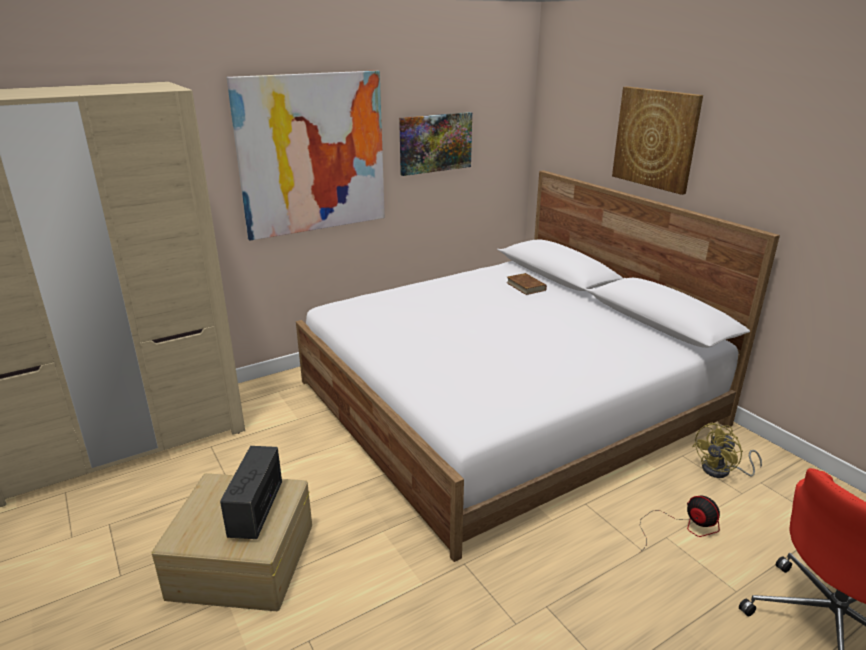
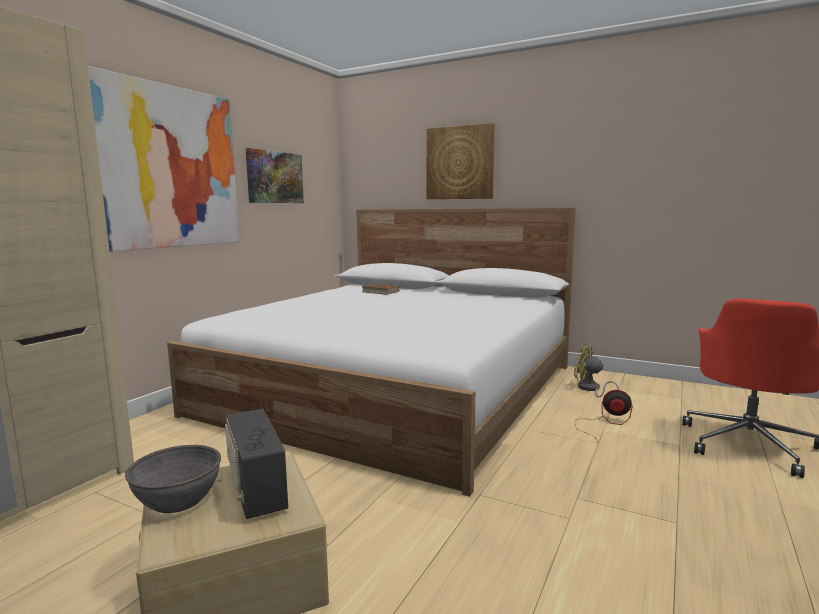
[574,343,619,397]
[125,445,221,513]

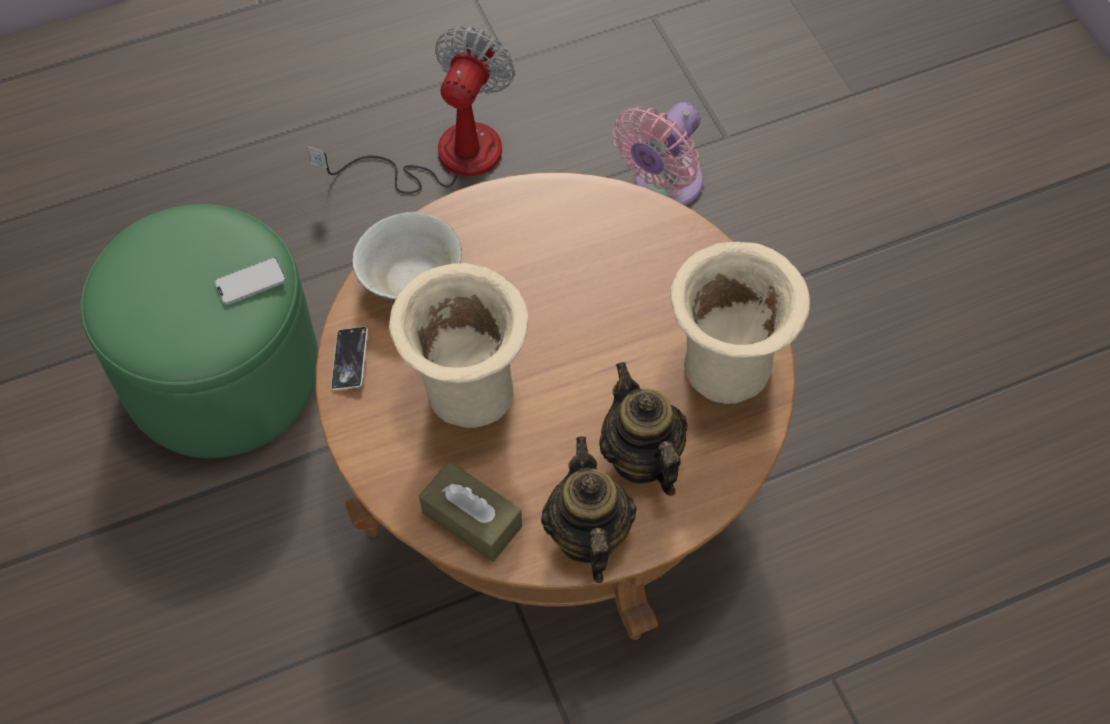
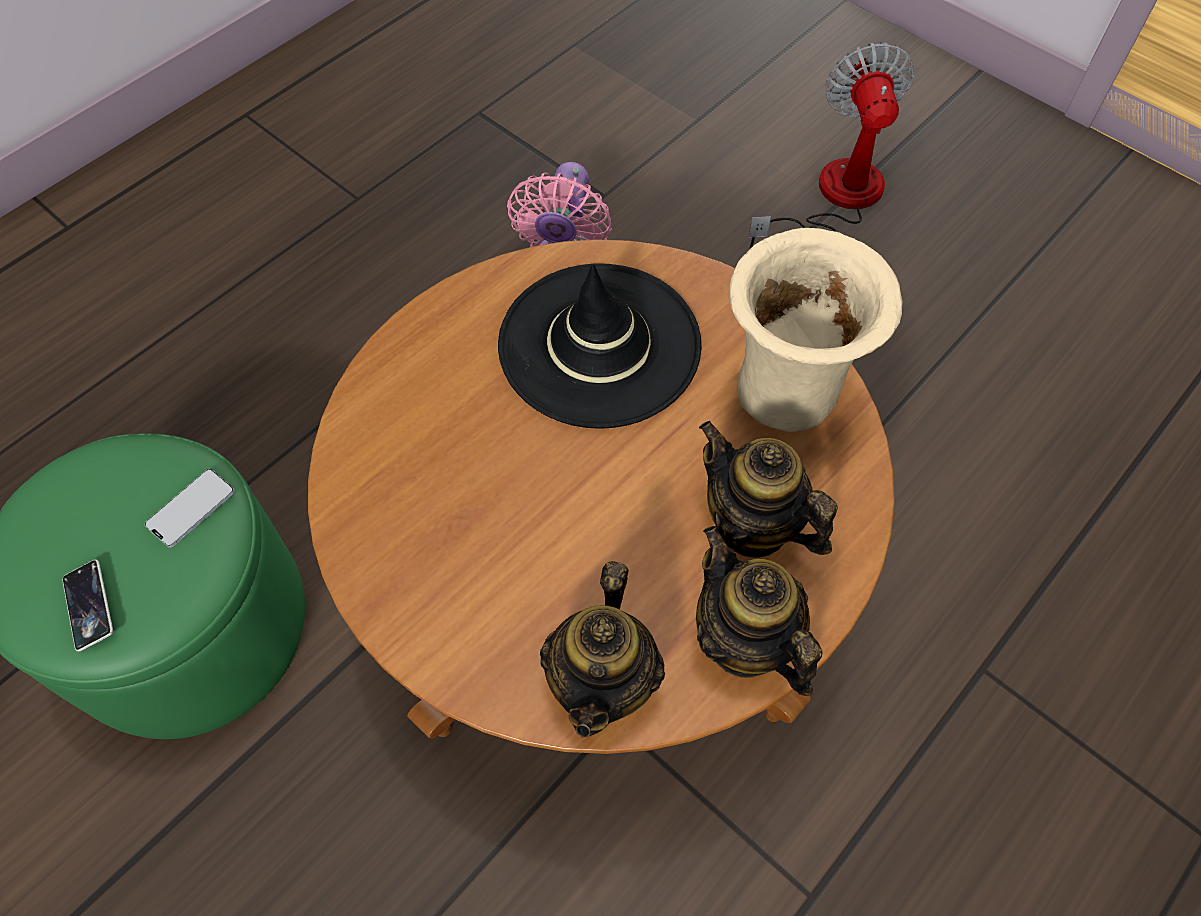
[749,43,914,249]
[352,212,462,302] (first image)
[389,263,528,428] (first image)
[62,560,113,652]
[540,561,665,738]
[498,263,701,429]

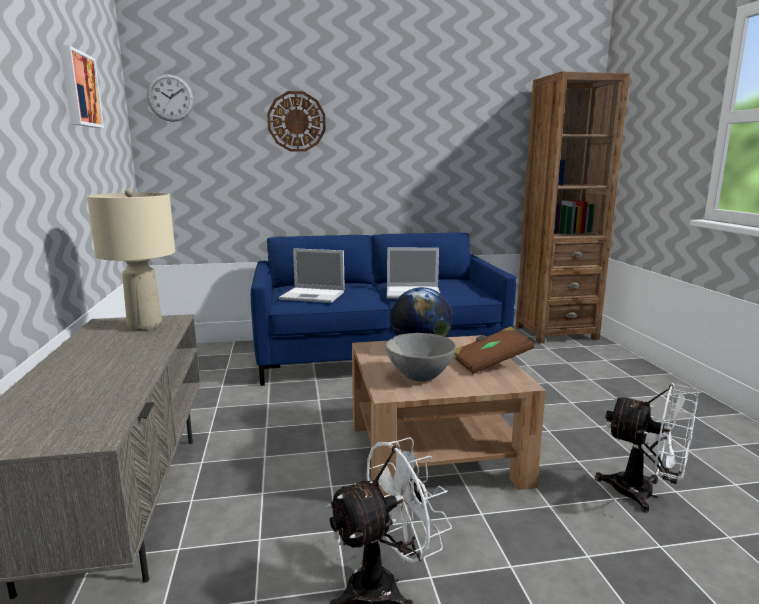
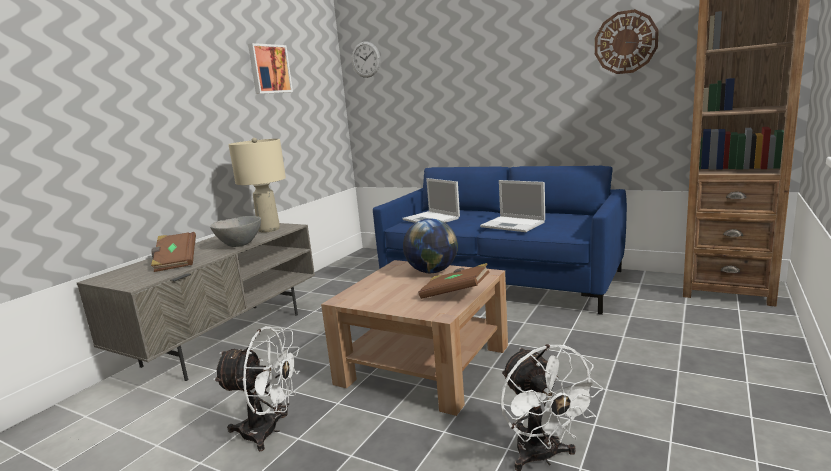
[595,9,659,74]
[210,216,261,247]
[151,232,196,272]

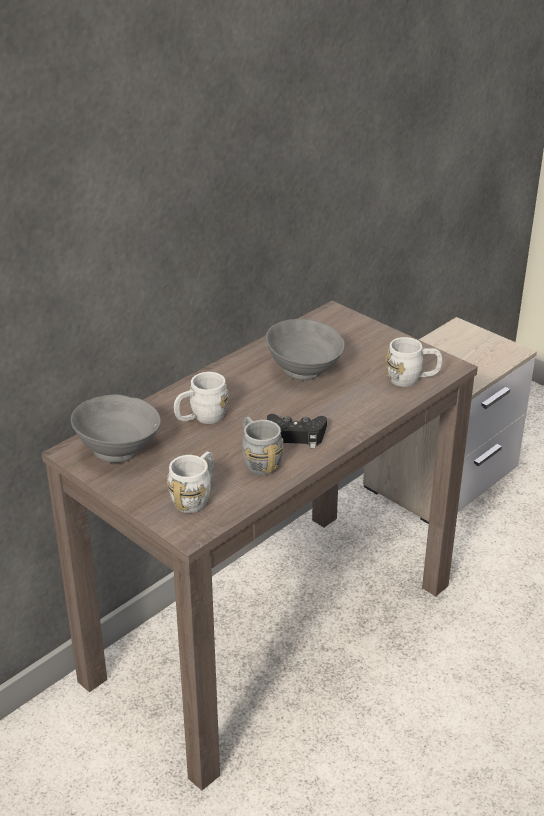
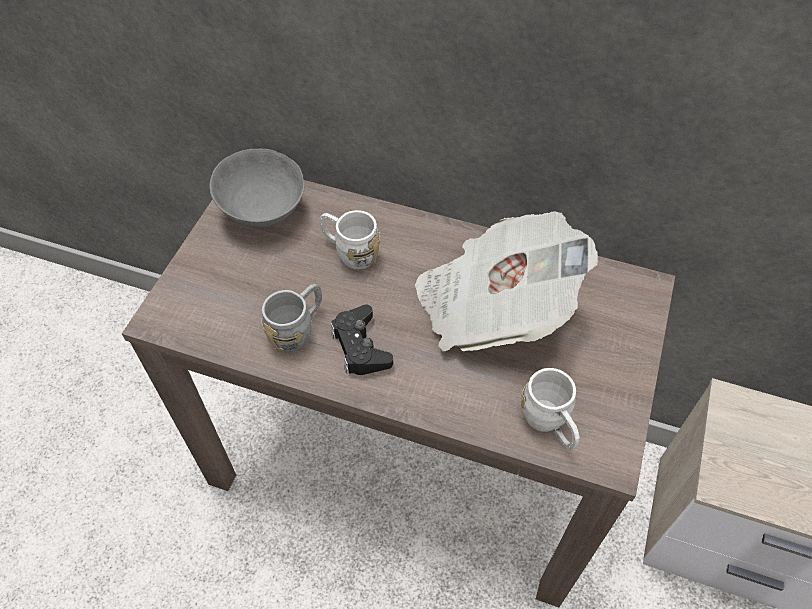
[415,211,598,351]
[167,452,214,513] (first image)

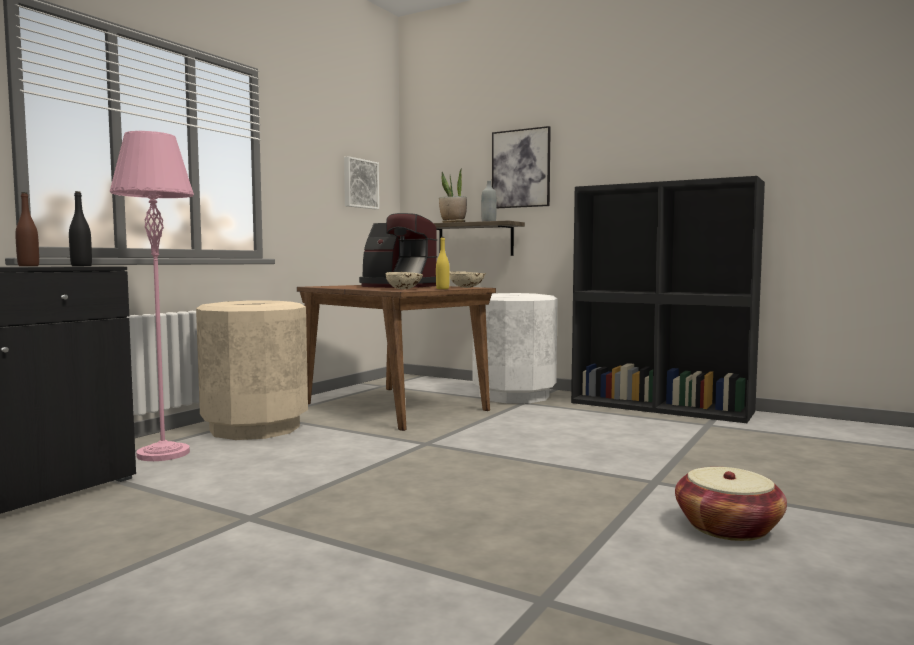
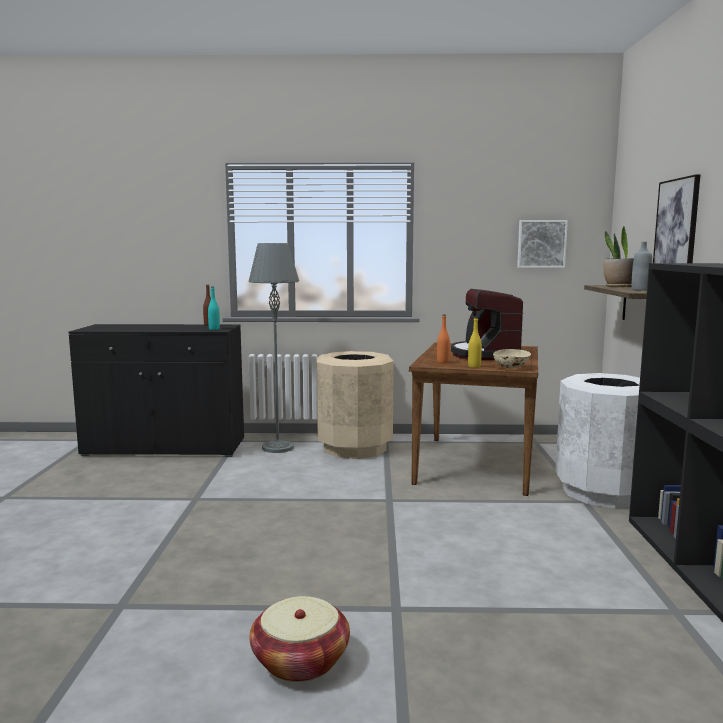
[249,243,299,453]
[208,287,220,330]
[437,315,450,363]

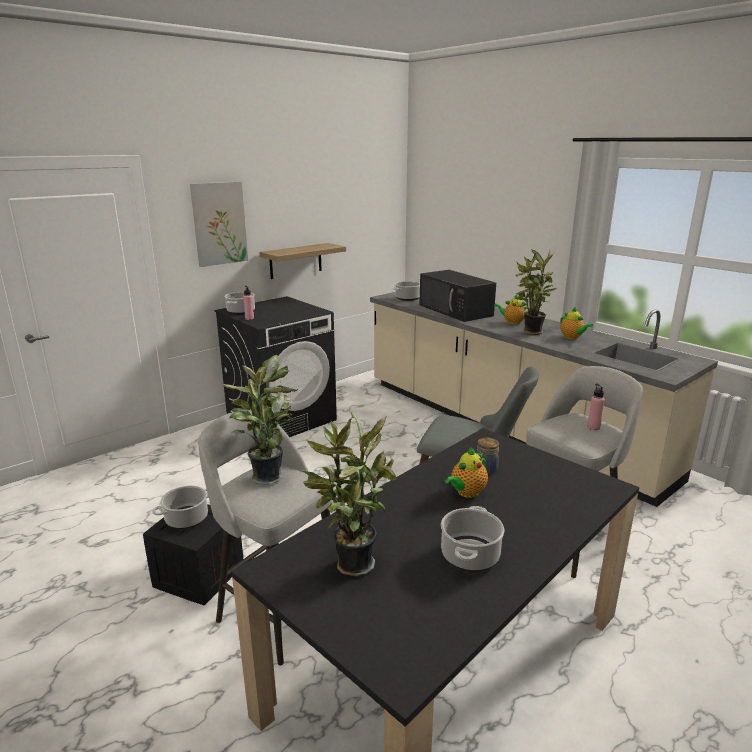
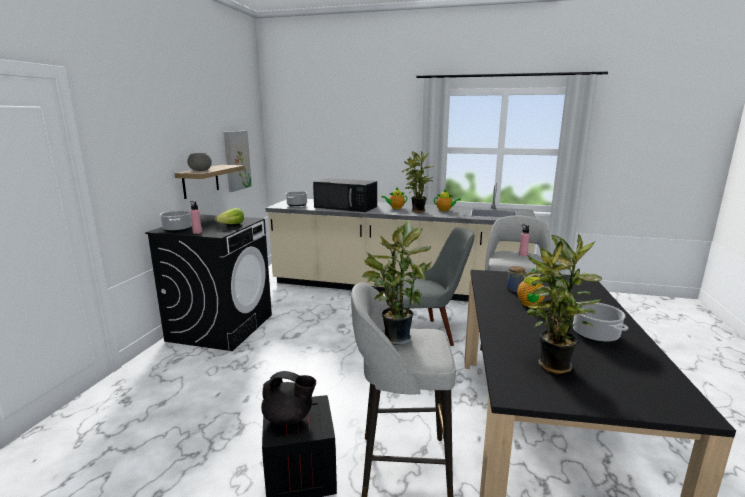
[224,131,252,192]
[261,371,316,425]
[187,153,212,171]
[215,208,244,224]

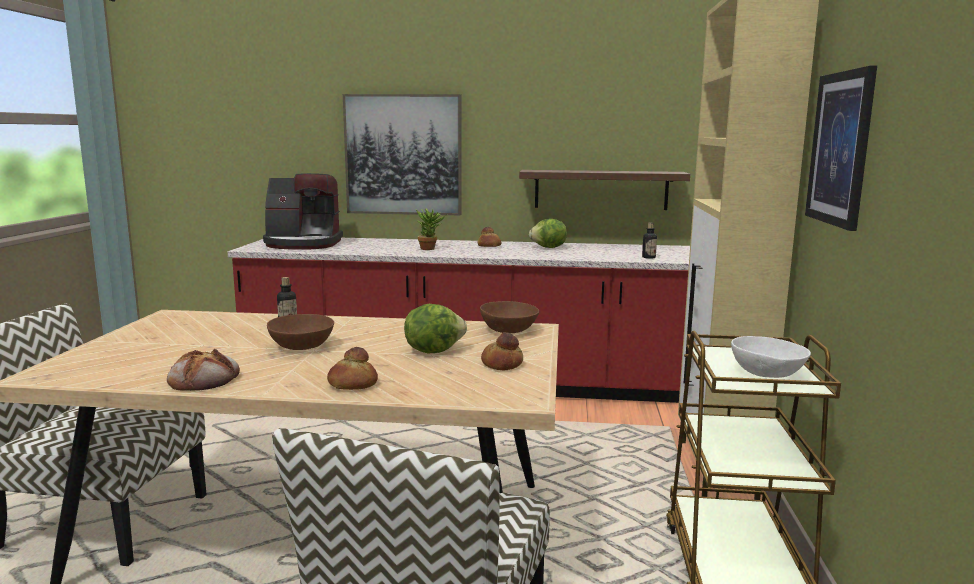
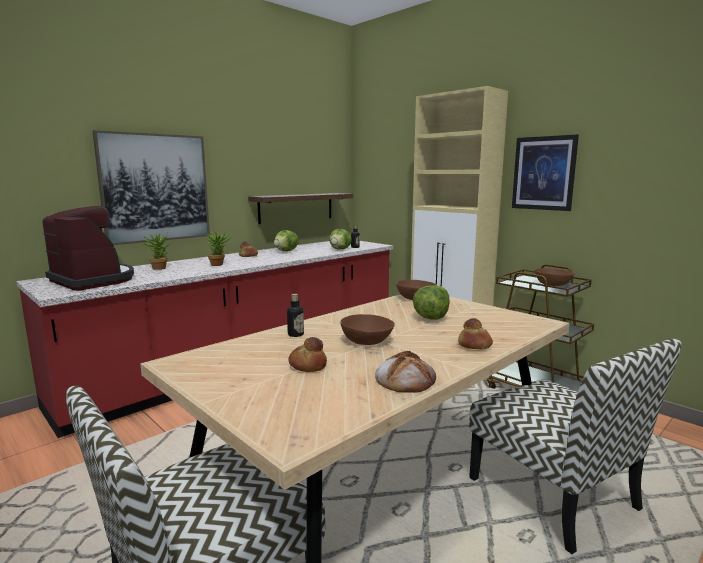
[43,206,134,291]
[288,337,327,372]
[535,268,574,286]
[330,229,352,249]
[143,233,170,270]

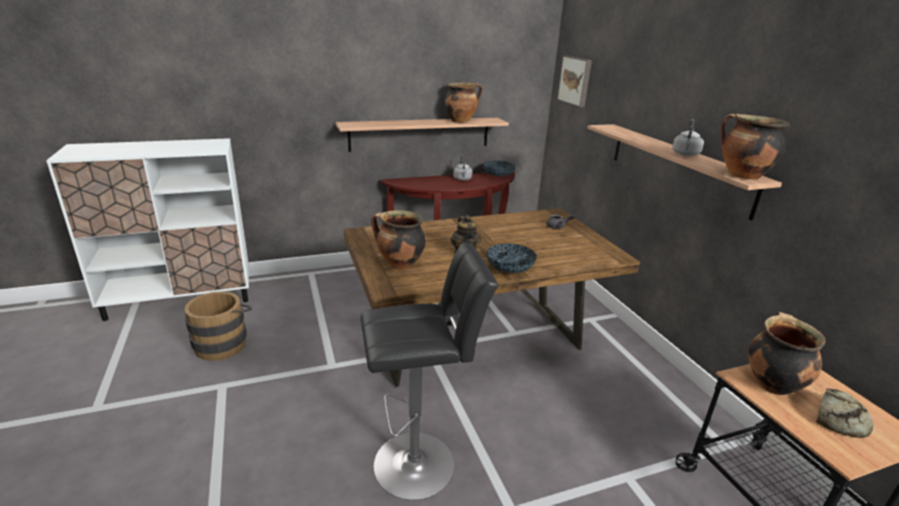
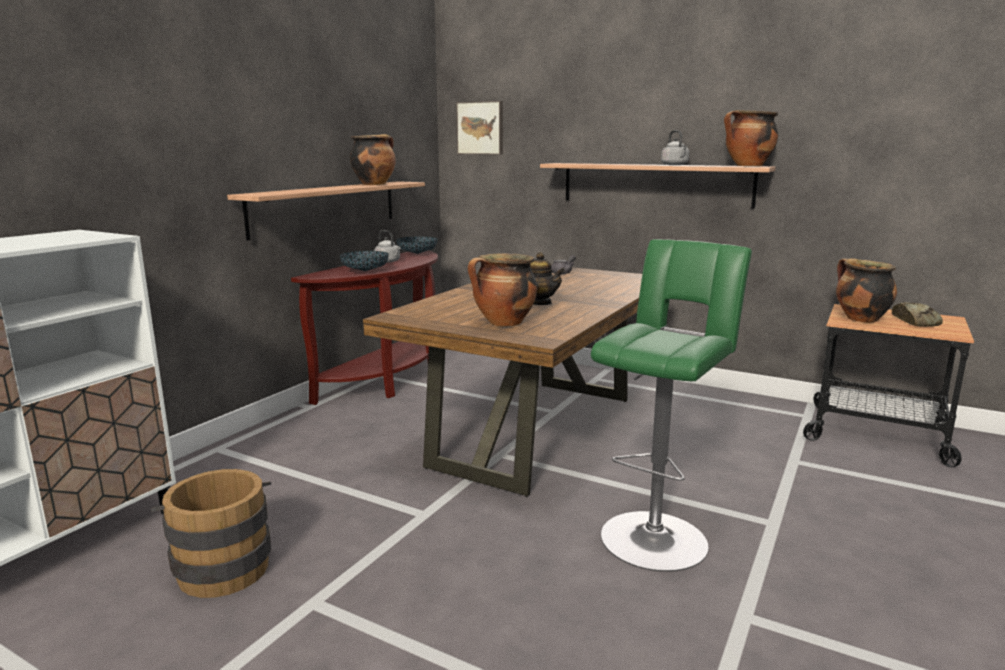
[591,239,752,572]
[340,251,389,271]

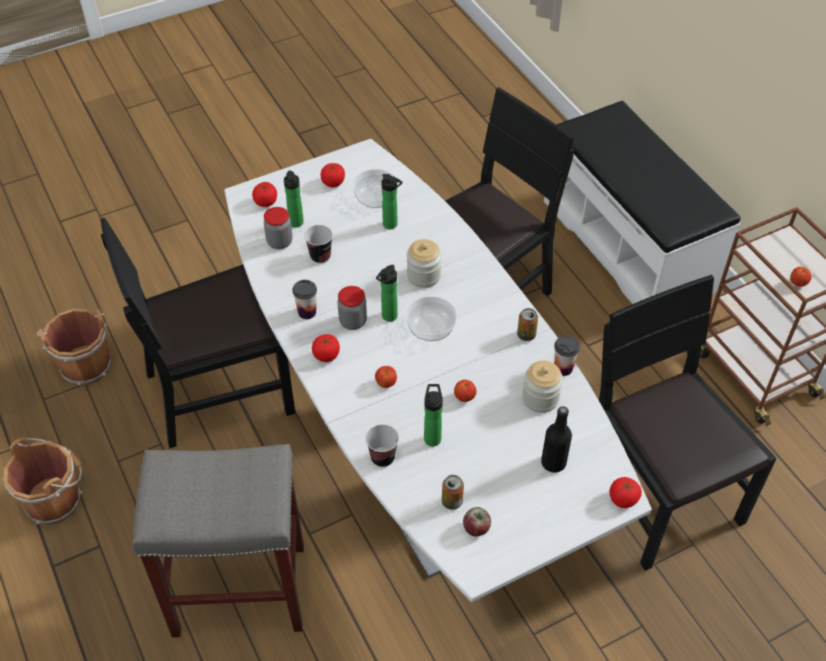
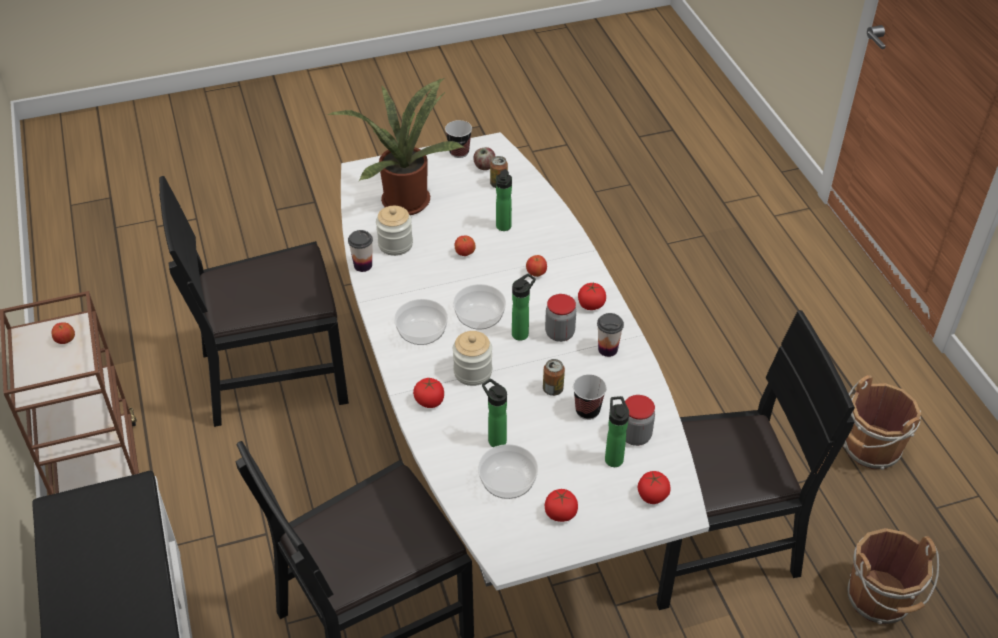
[159,176,349,427]
[543,359,565,396]
[327,78,465,215]
[445,120,472,158]
[133,444,304,638] (first image)
[413,378,444,408]
[394,299,448,345]

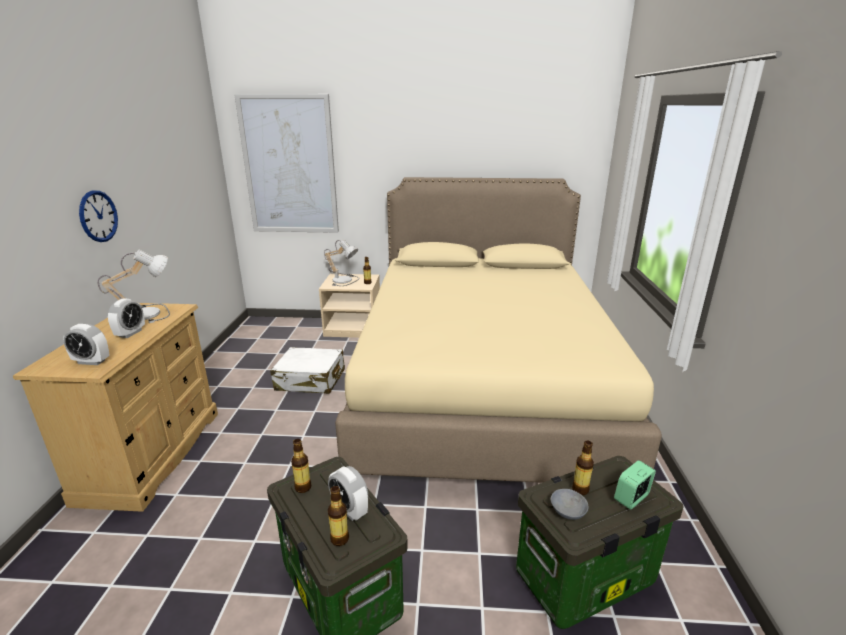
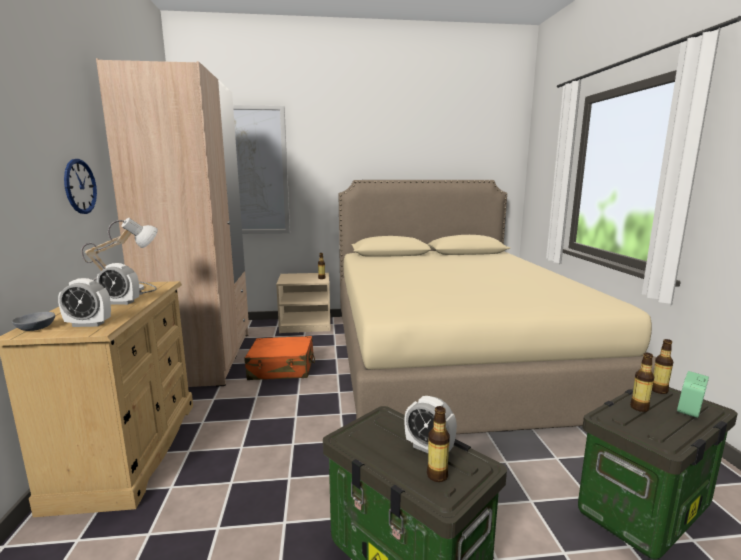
[324,240,360,286] (first image)
[97,263,139,305]
[244,336,315,380]
[652,339,674,394]
[12,312,55,331]
[96,58,249,387]

